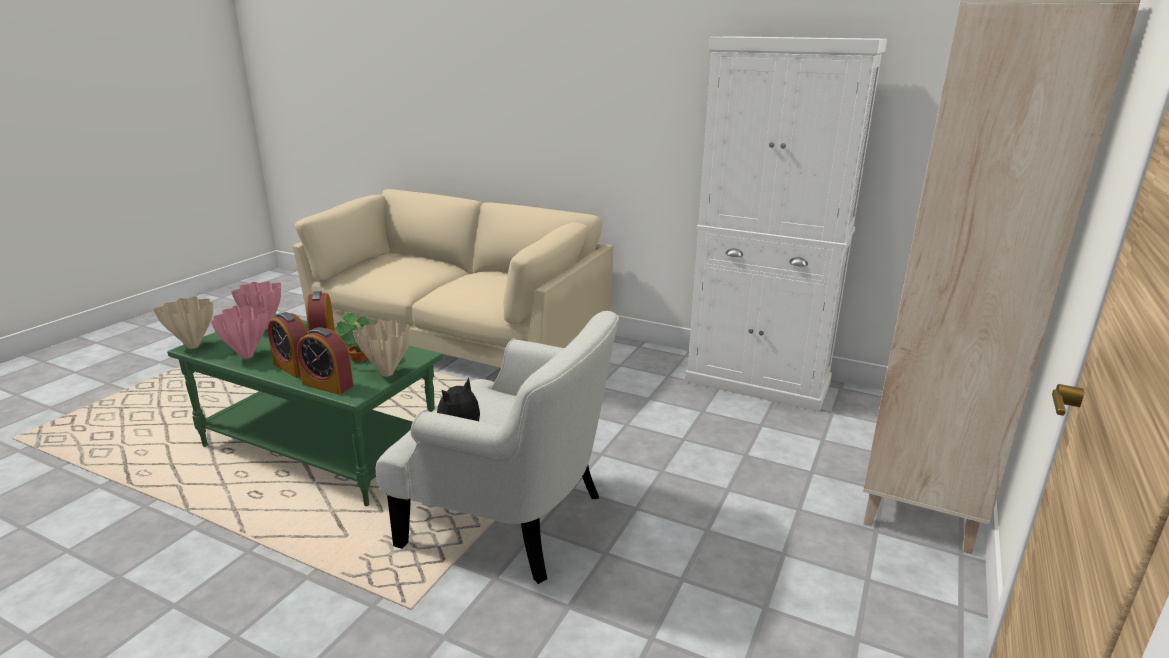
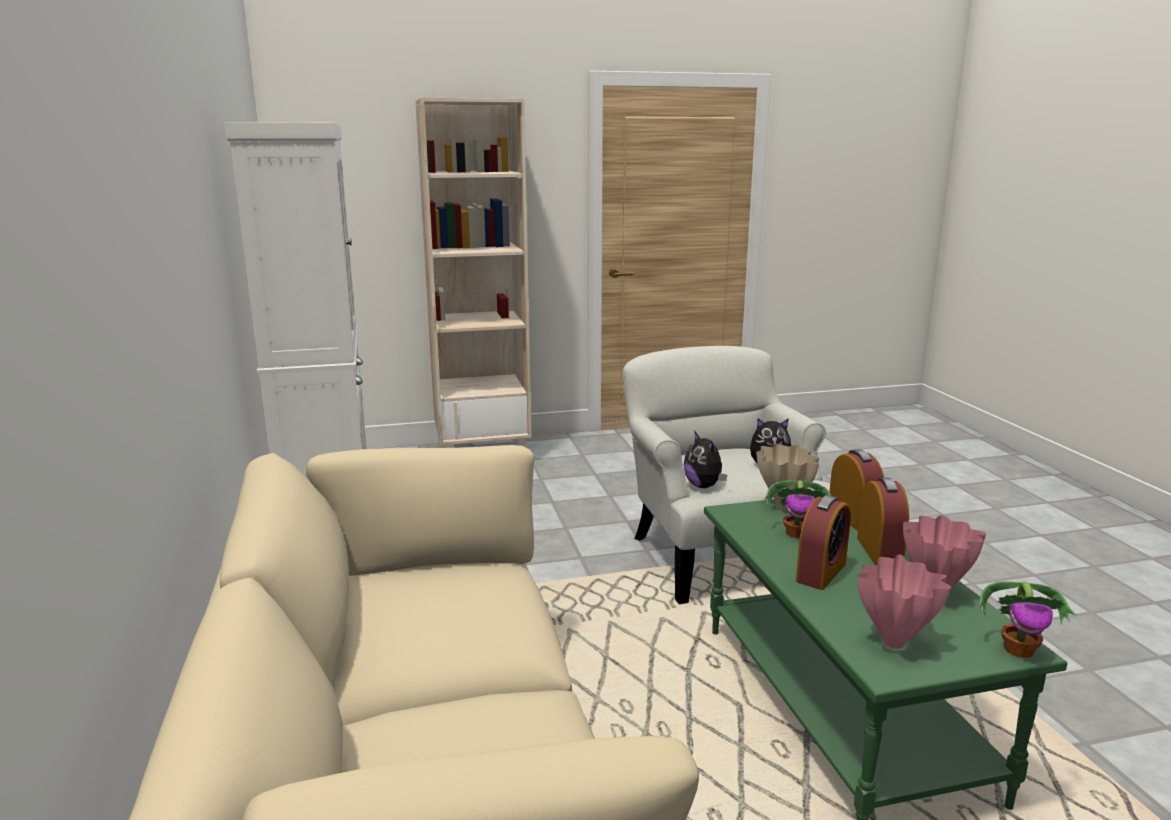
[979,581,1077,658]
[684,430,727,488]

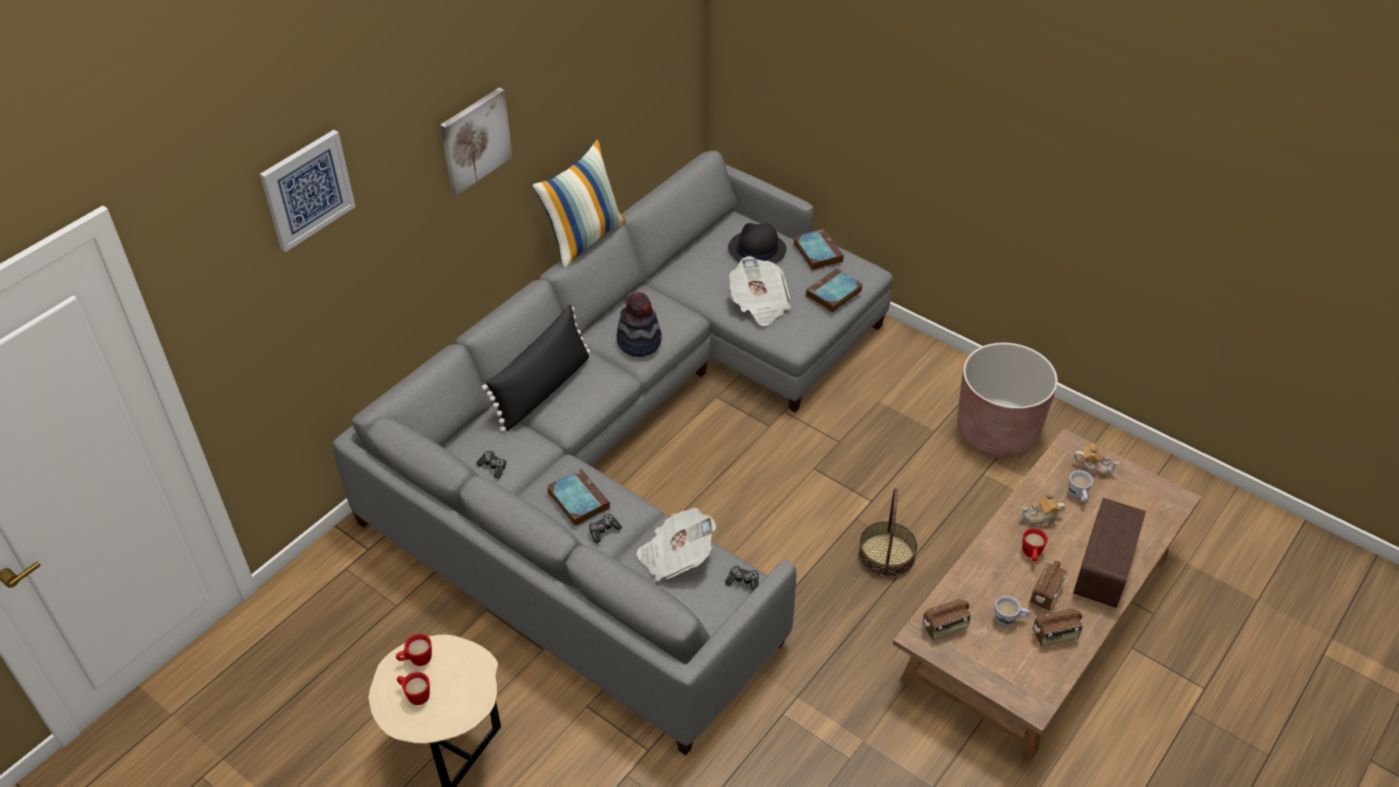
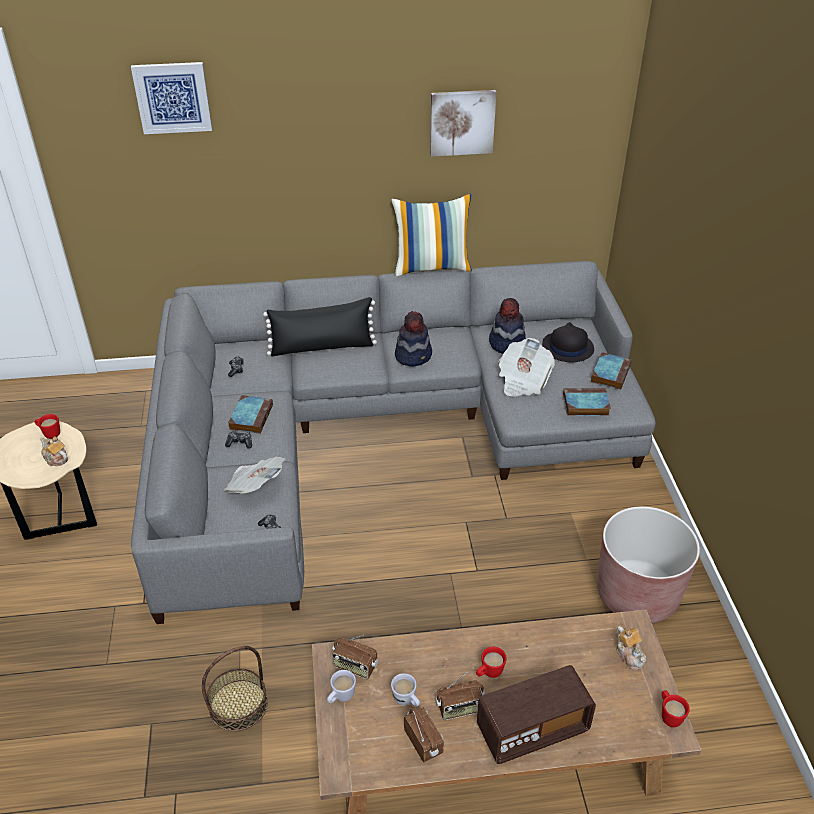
[430,90,497,157]
[327,670,356,704]
[202,646,268,732]
[40,436,68,466]
[404,707,444,762]
[662,690,690,727]
[489,298,526,354]

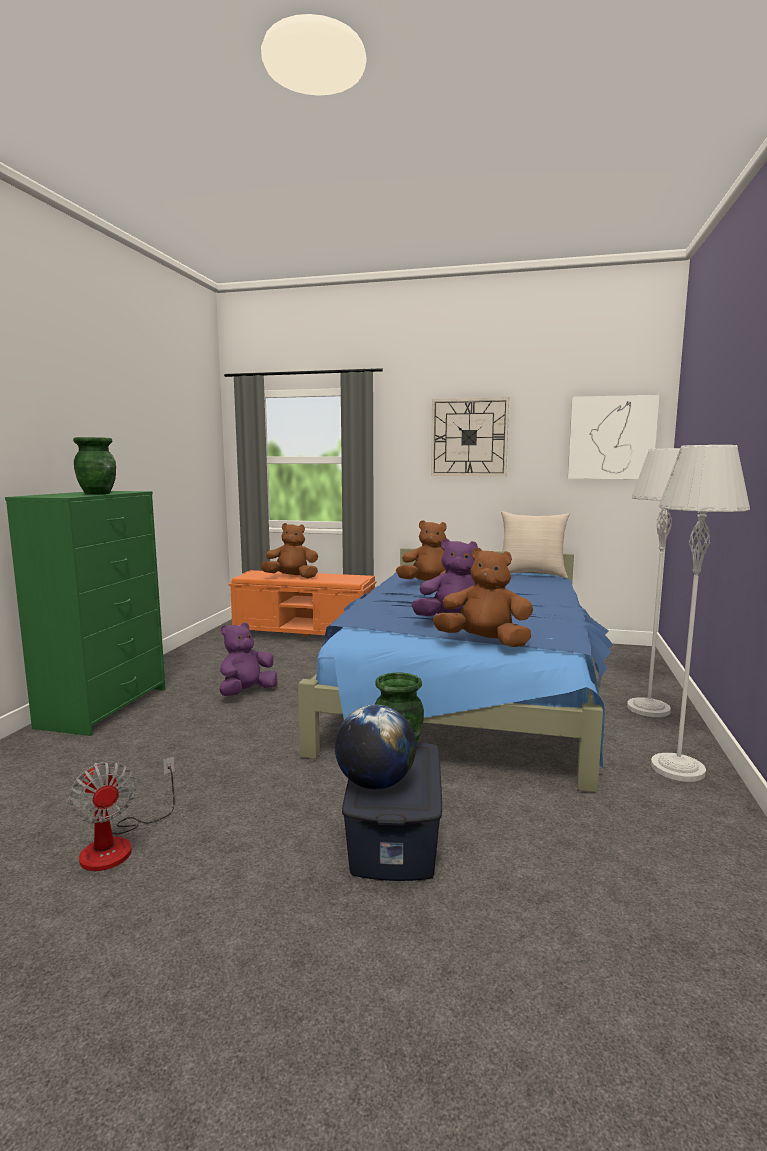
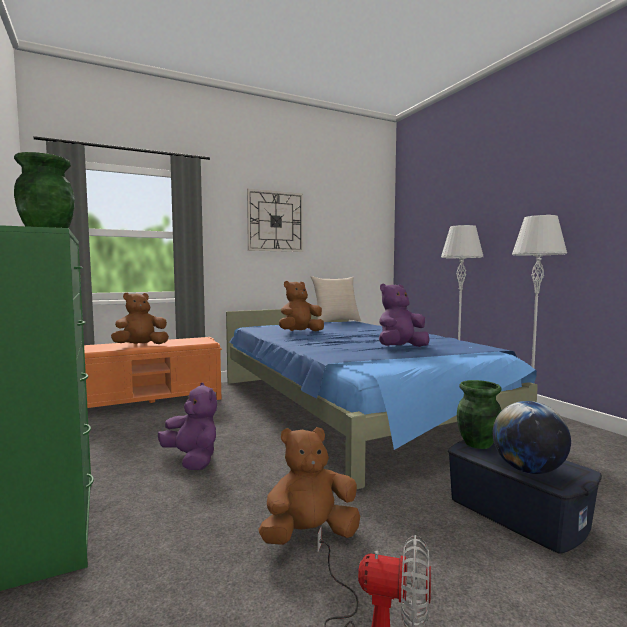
[568,395,660,479] (first image)
[258,427,360,545]
[158,382,217,470]

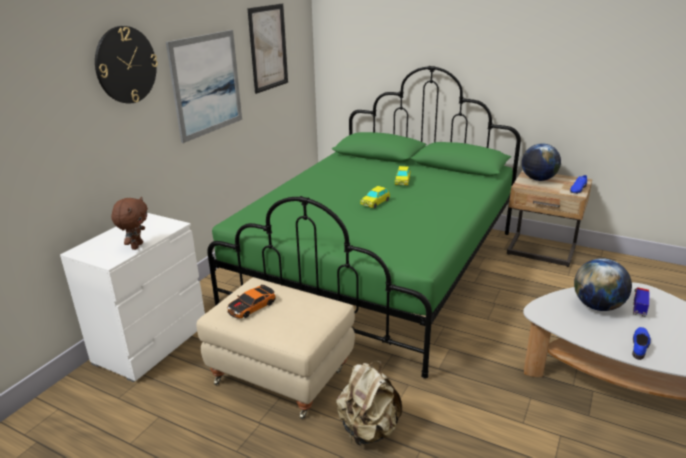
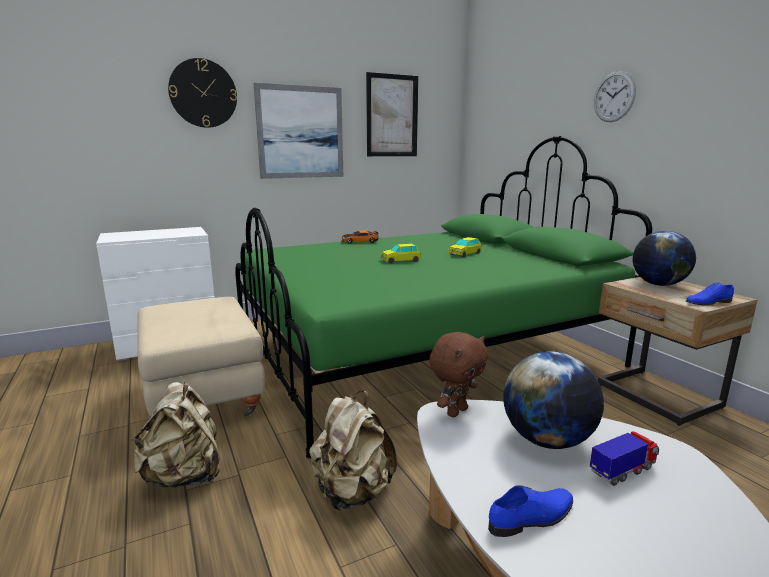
[429,332,488,417]
[341,230,379,244]
[594,71,636,122]
[309,391,397,510]

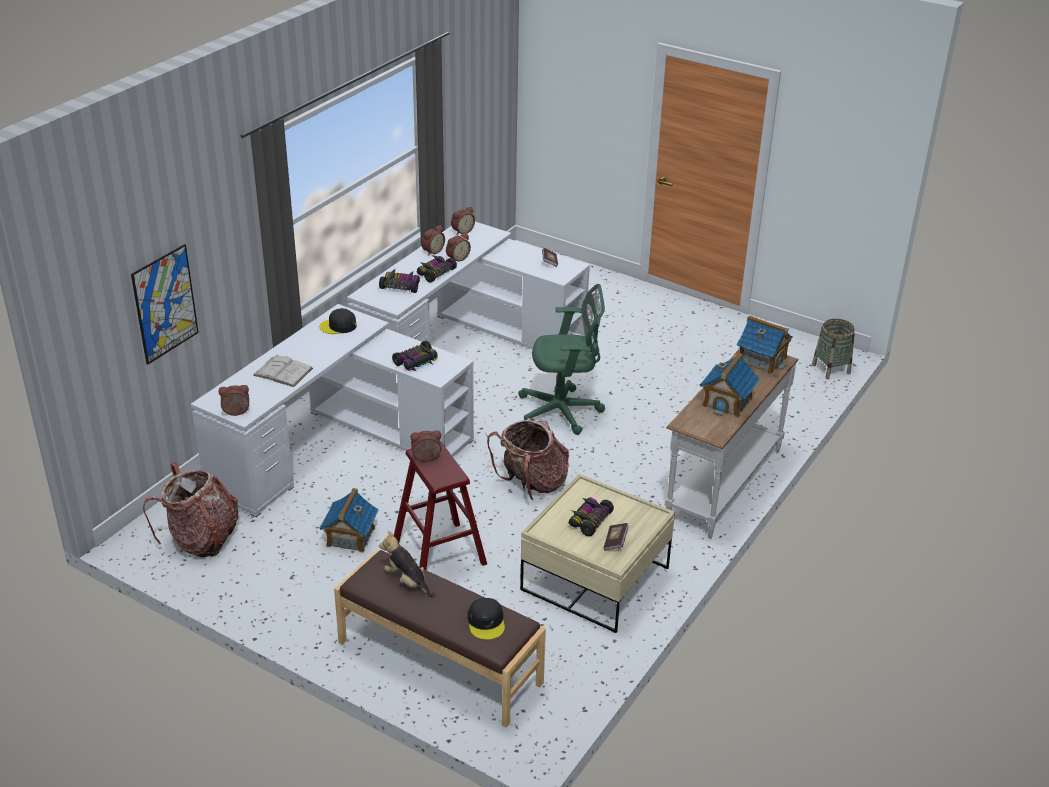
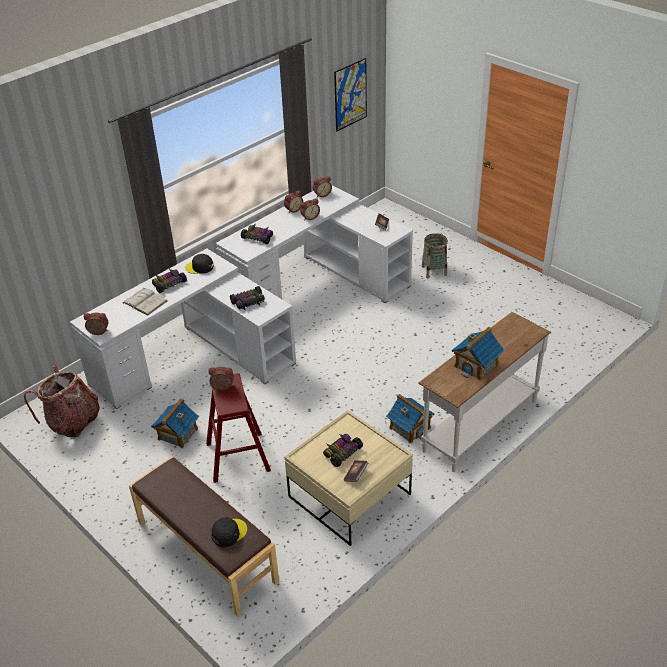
[334,58,367,132]
[152,269,187,293]
[519,284,605,435] (first image)
[386,394,435,444]
[422,233,448,278]
[487,418,569,500] (first image)
[379,531,435,598] (first image)
[211,517,247,547]

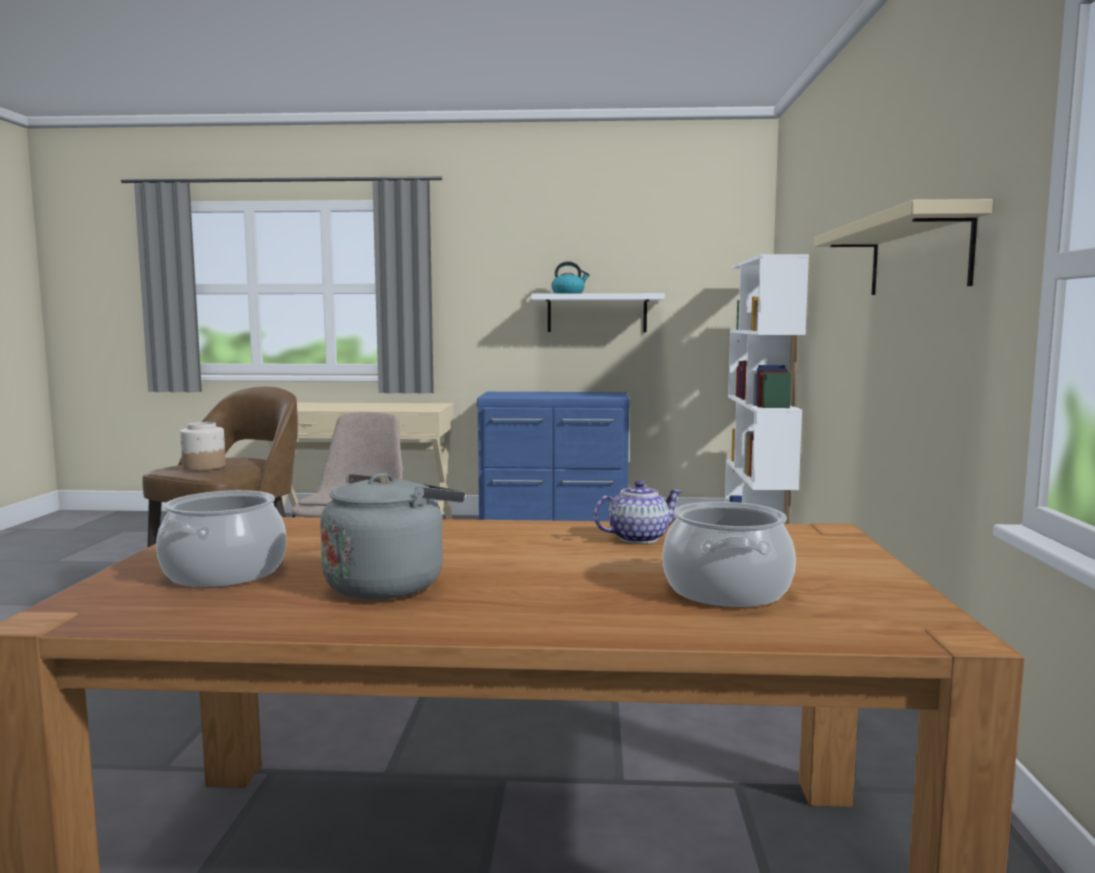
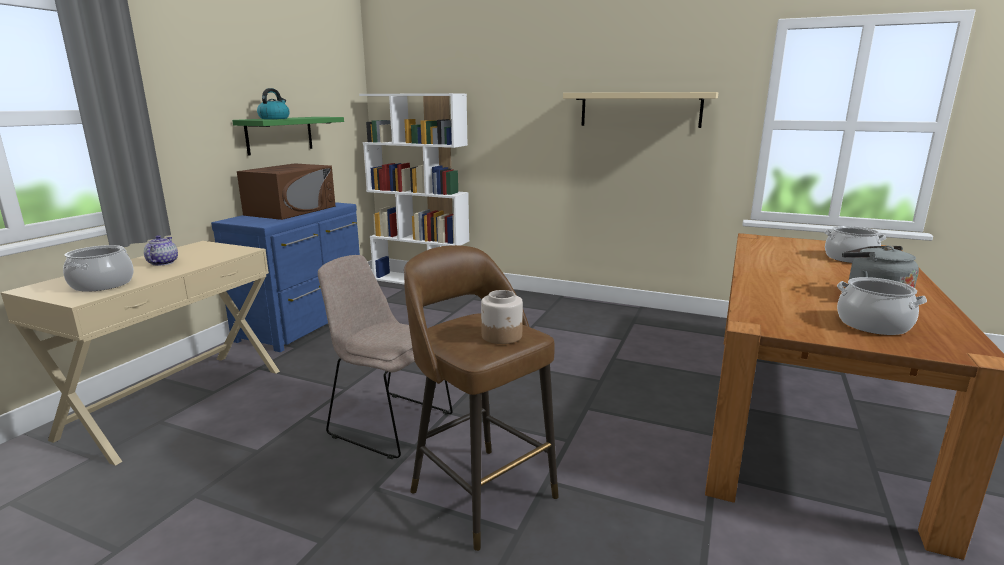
[232,117,344,156]
[144,235,178,266]
[237,163,335,220]
[63,245,134,292]

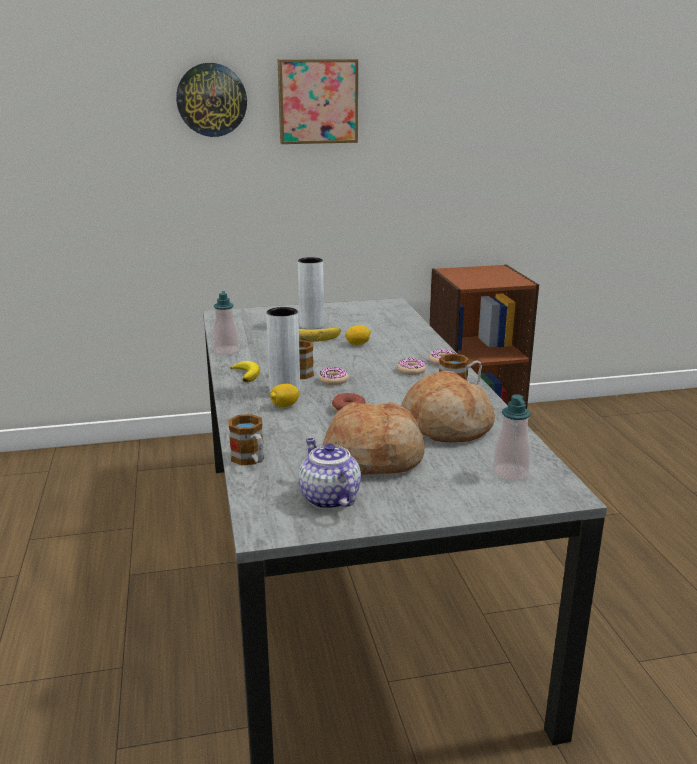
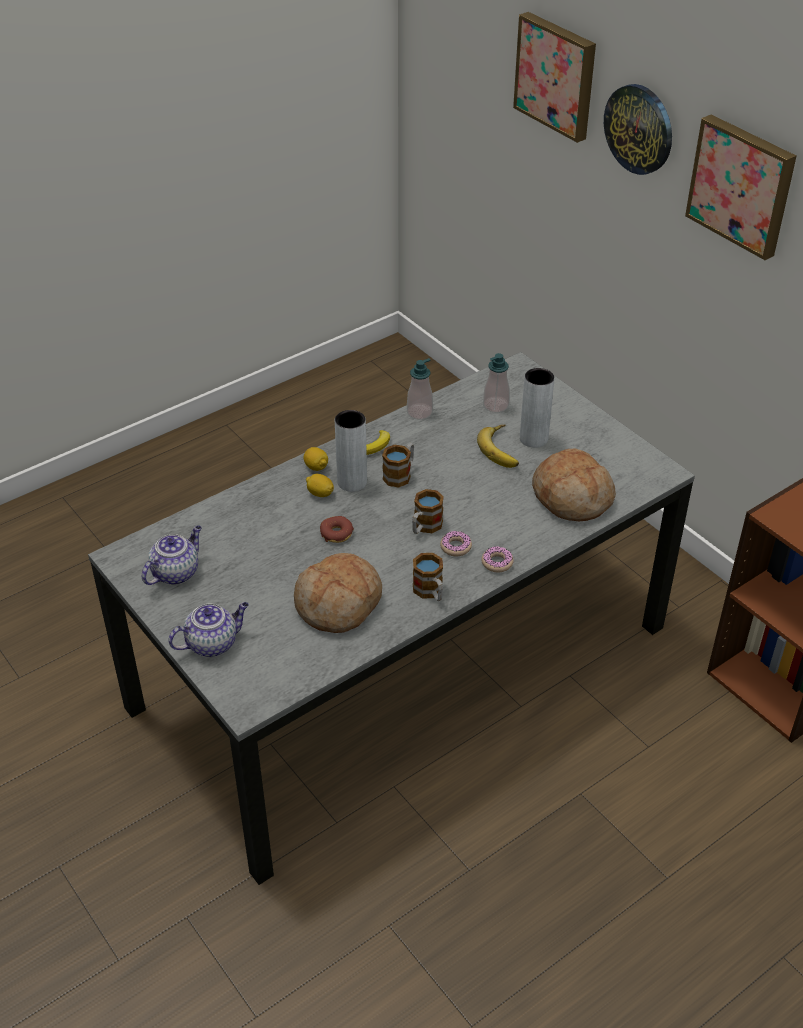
[303,447,328,471]
[319,367,349,385] (first image)
[483,353,510,413]
[532,448,616,521]
[412,489,444,534]
[513,12,596,143]
[168,602,249,657]

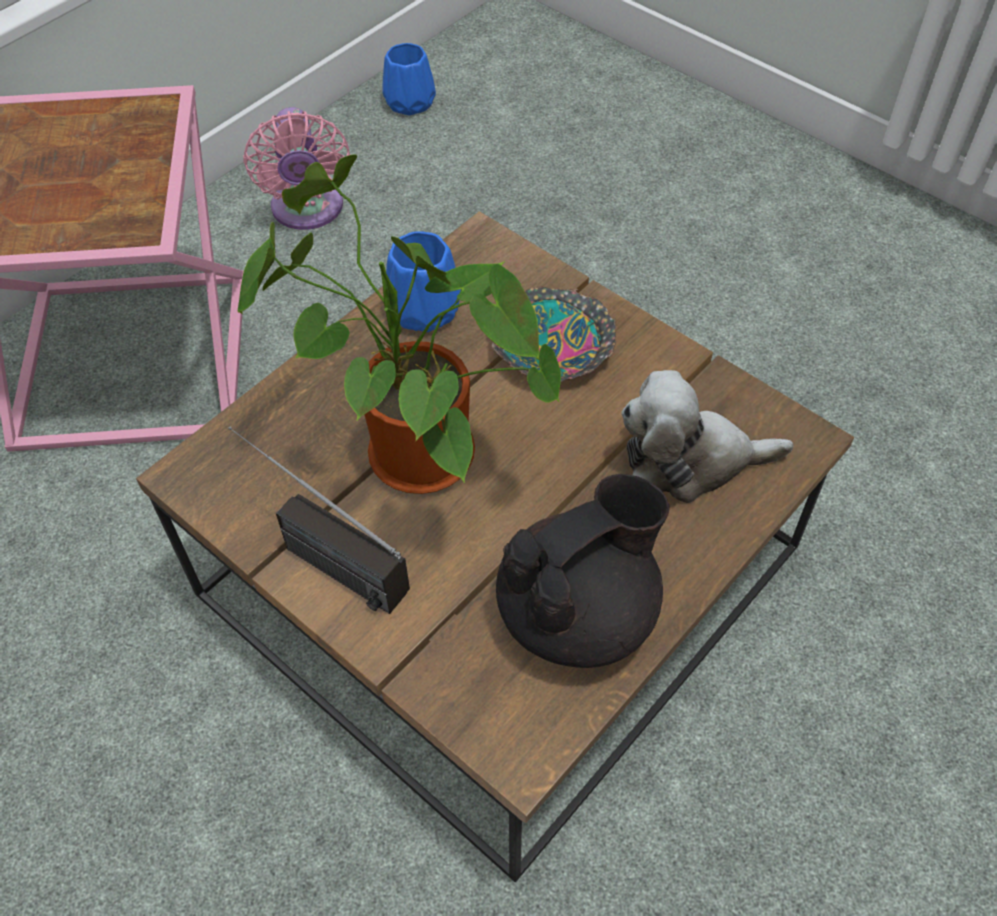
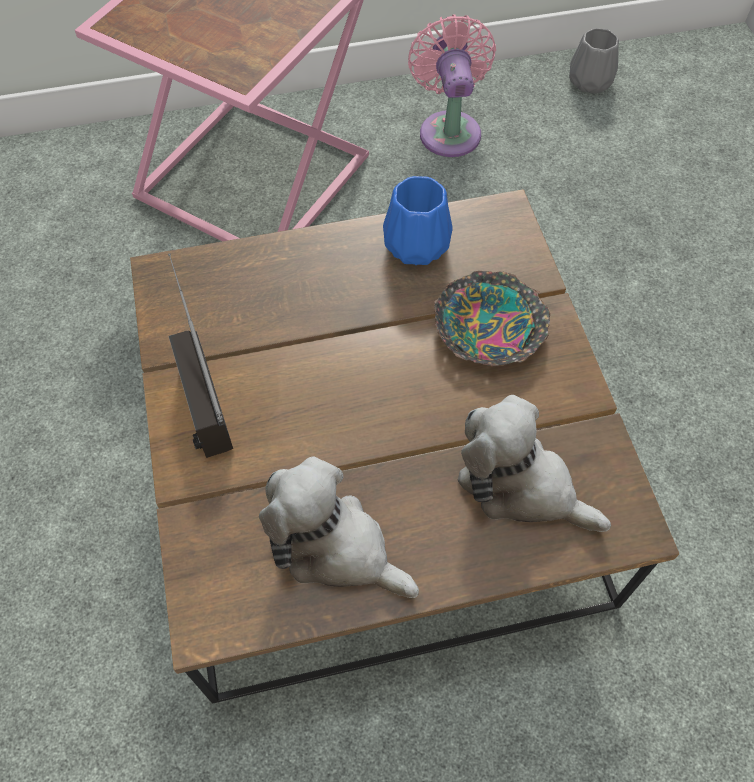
[569,28,619,94]
[408,14,496,157]
[237,154,561,494] (first image)
[259,457,419,598]

